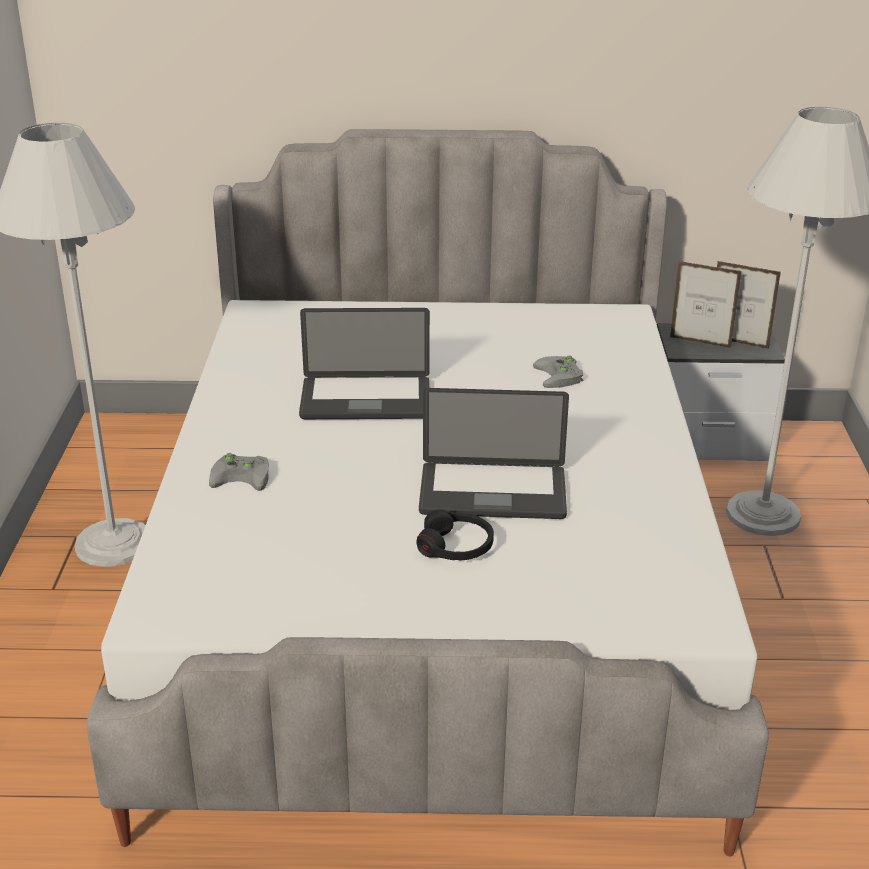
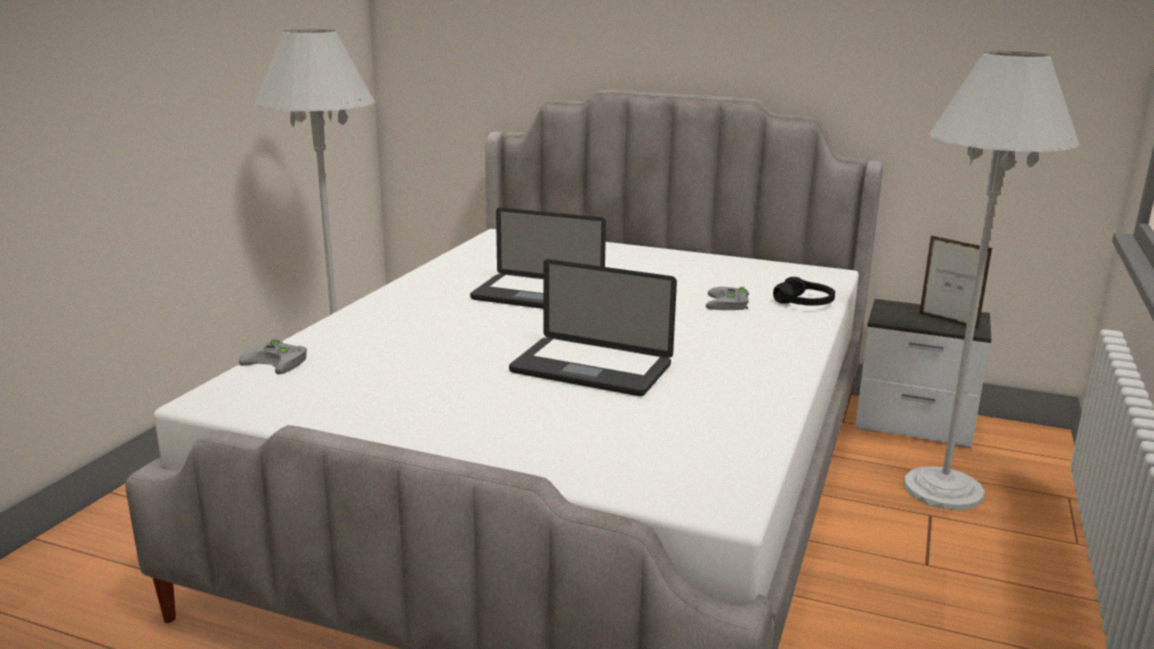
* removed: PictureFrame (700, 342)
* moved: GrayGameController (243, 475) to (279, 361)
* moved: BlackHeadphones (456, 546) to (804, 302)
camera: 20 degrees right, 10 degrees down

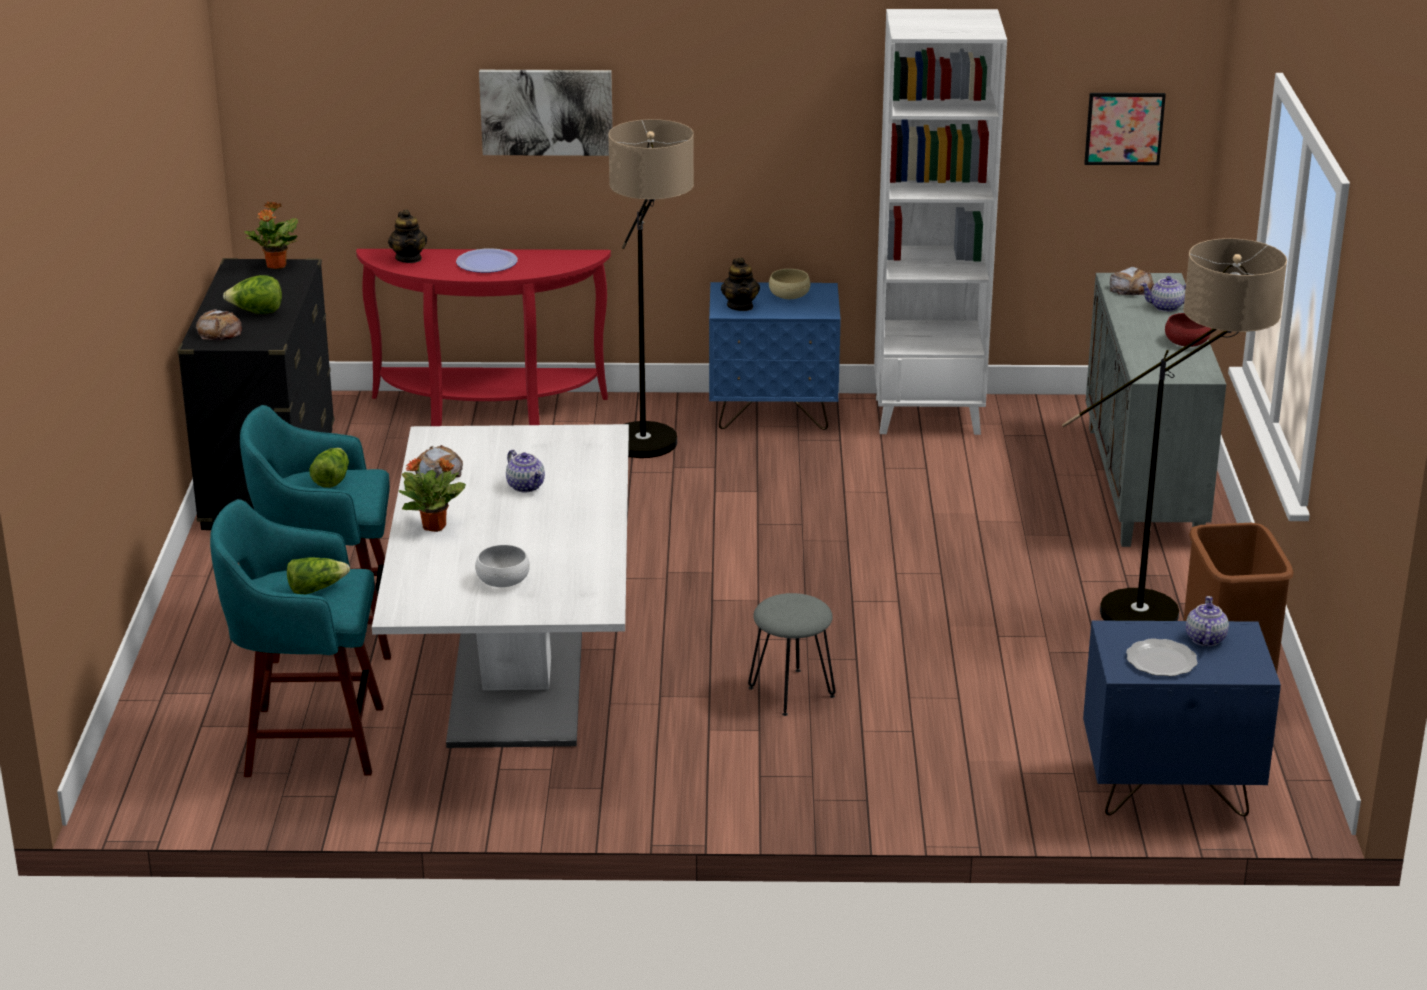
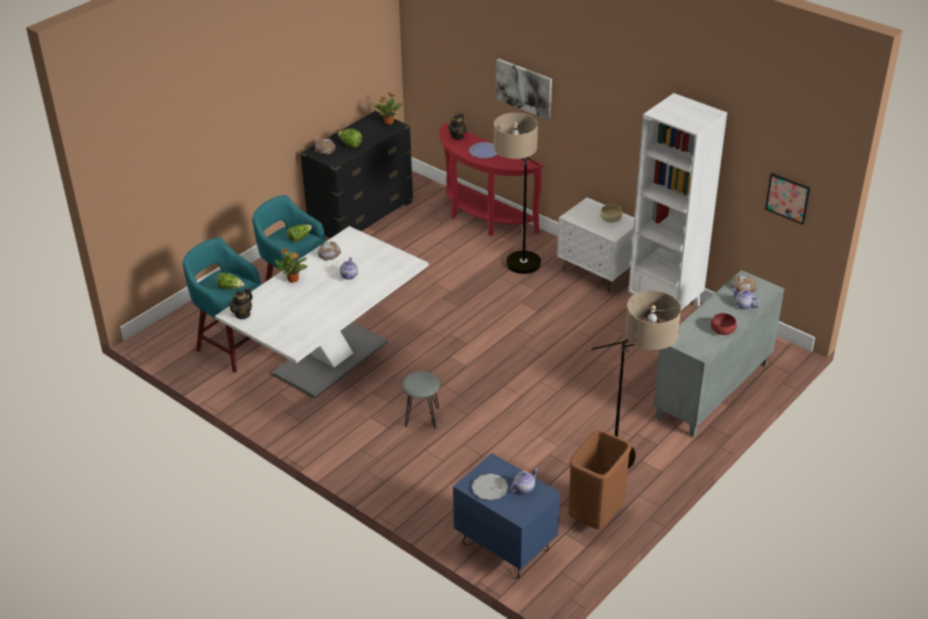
* moved: PotForTea (740, 306) to (242, 314)
* recoloured: BlueNightstand (773, 414) to WhitishNightstand (597, 273)
* removed: WhitishDeepDish (503, 580)
camera: 40 degrees right, 10 degrees up

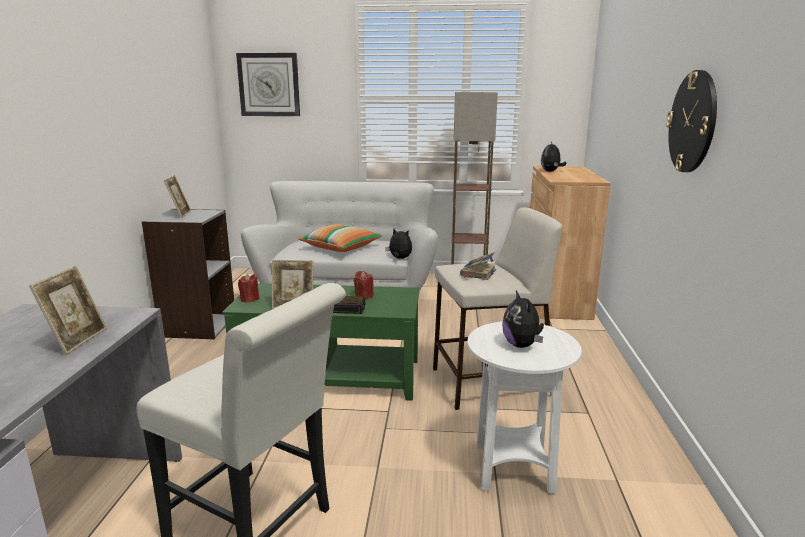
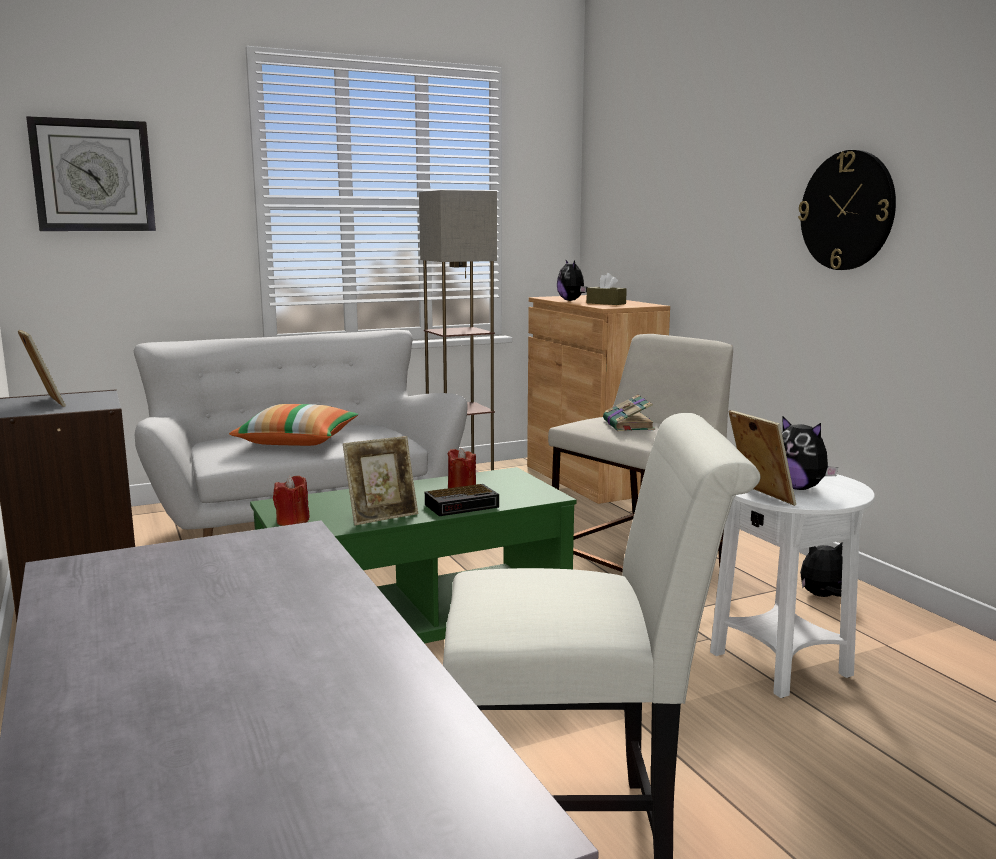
* moved: SoftToy (399, 258) to (822, 596)
* moved: PictureFrame (77, 340) to (758, 496)
* added: BrownBoxOfTissues (606, 303)
camera: 30 degrees left, 5 degrees down

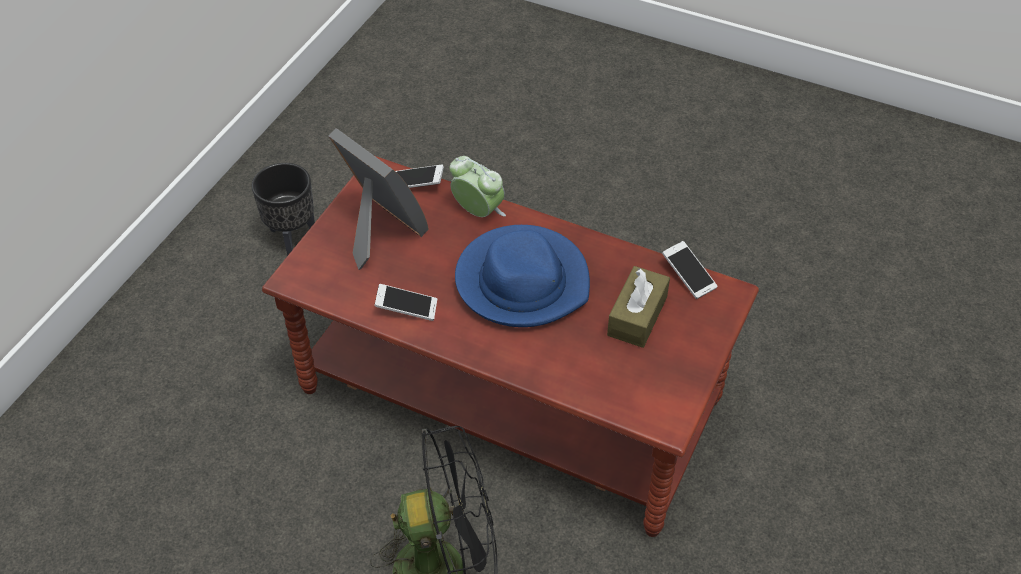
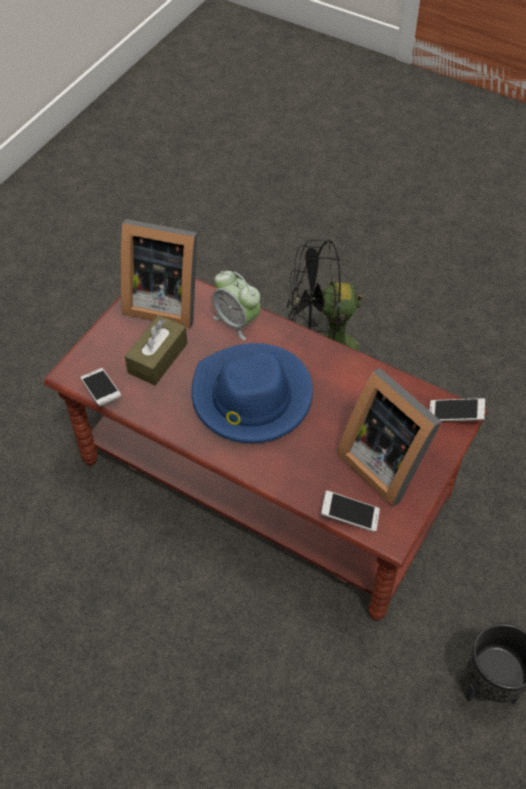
* moved: AlarmClock (478, 212) to (237, 321)
* moved: Phone (406, 308) to (455, 415)
* added: PictureFrame (163, 301)
camera: 175 degrees left, 5 degrees up

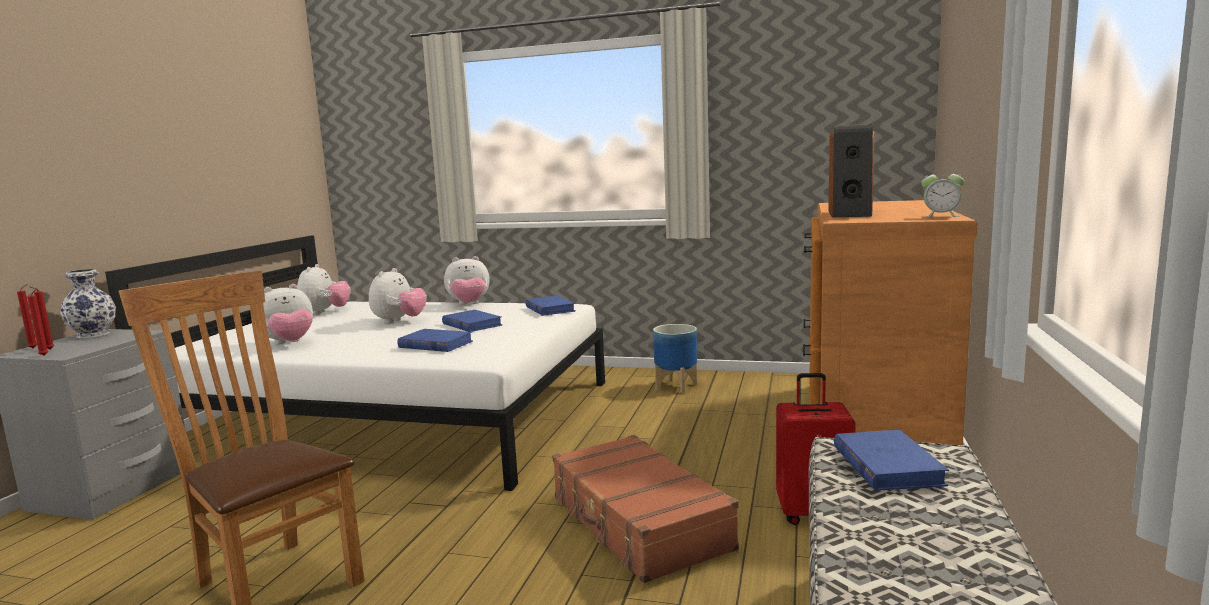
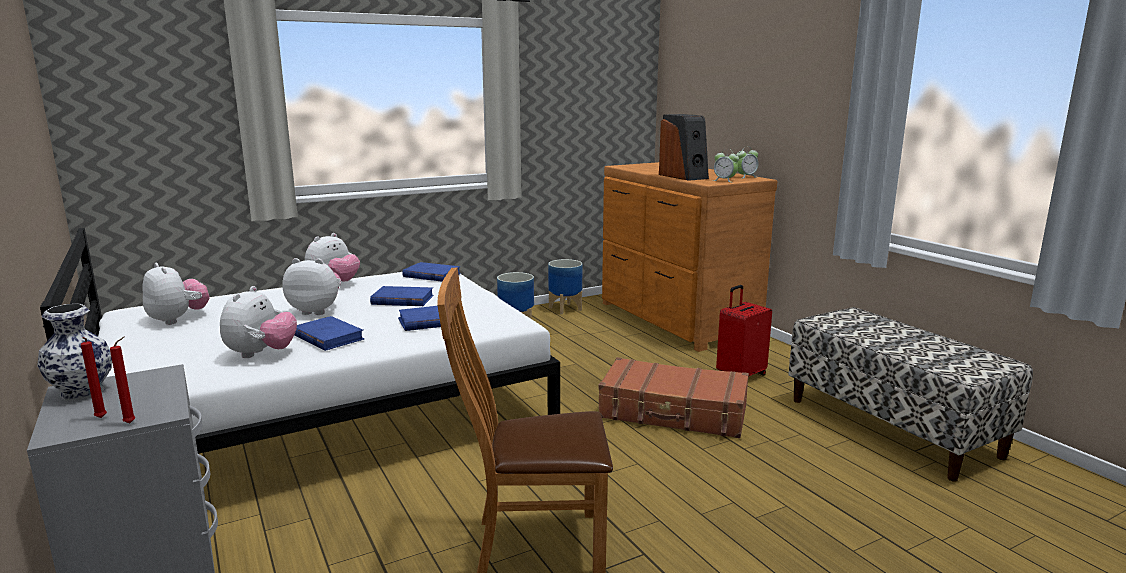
* turned: SoftToy (399, 321) = (316, 311) 60 degrees counterclockwise
* removed: RedWaxCandle (34, 348)
* moved: BlueVolume (887, 465) to (328, 337)
* added: AlarmClock (724, 180)
* added: PlantPot (564, 309)
camera: 45 degrees left, 5 degrees up

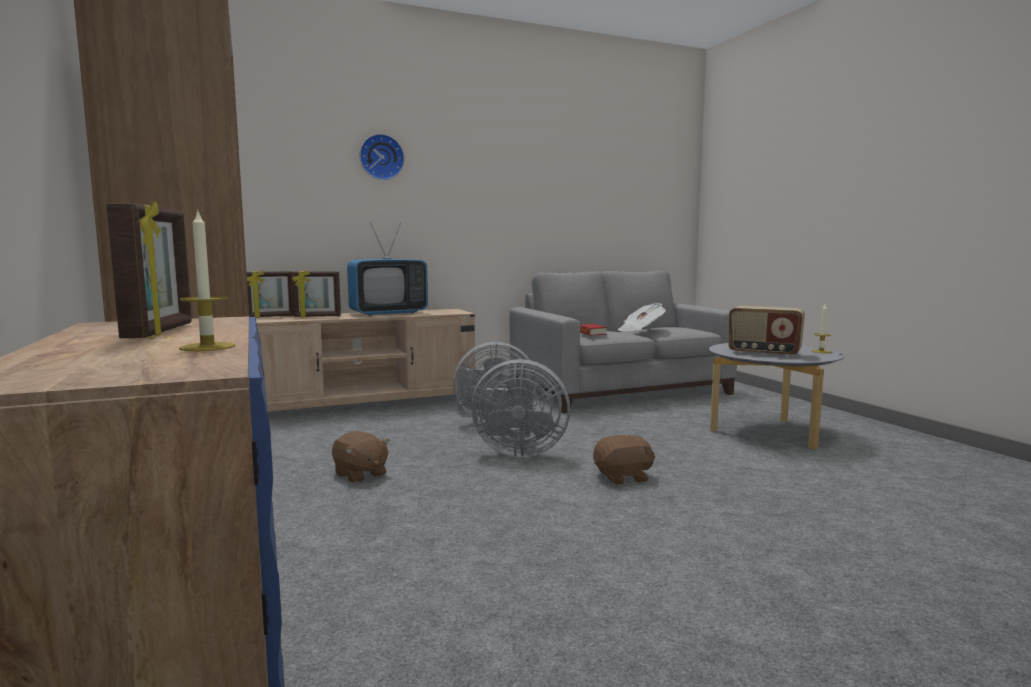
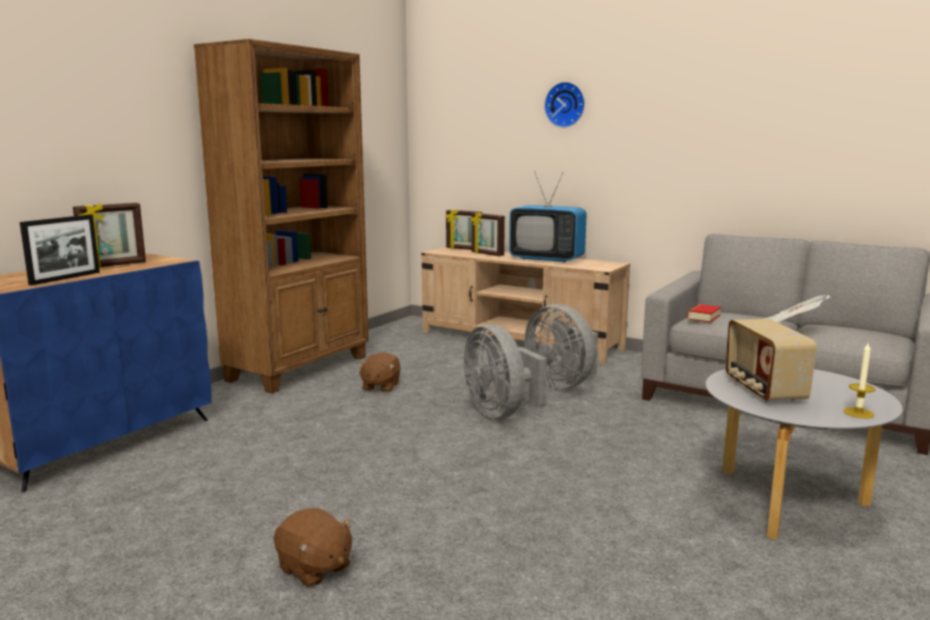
* replaced: WaxCandle (207, 347) to PictureFrame (65, 278)
* moved: BrownSoftToy (623, 477) to (314, 569)
camera: 55 degrees right, 5 degrees up

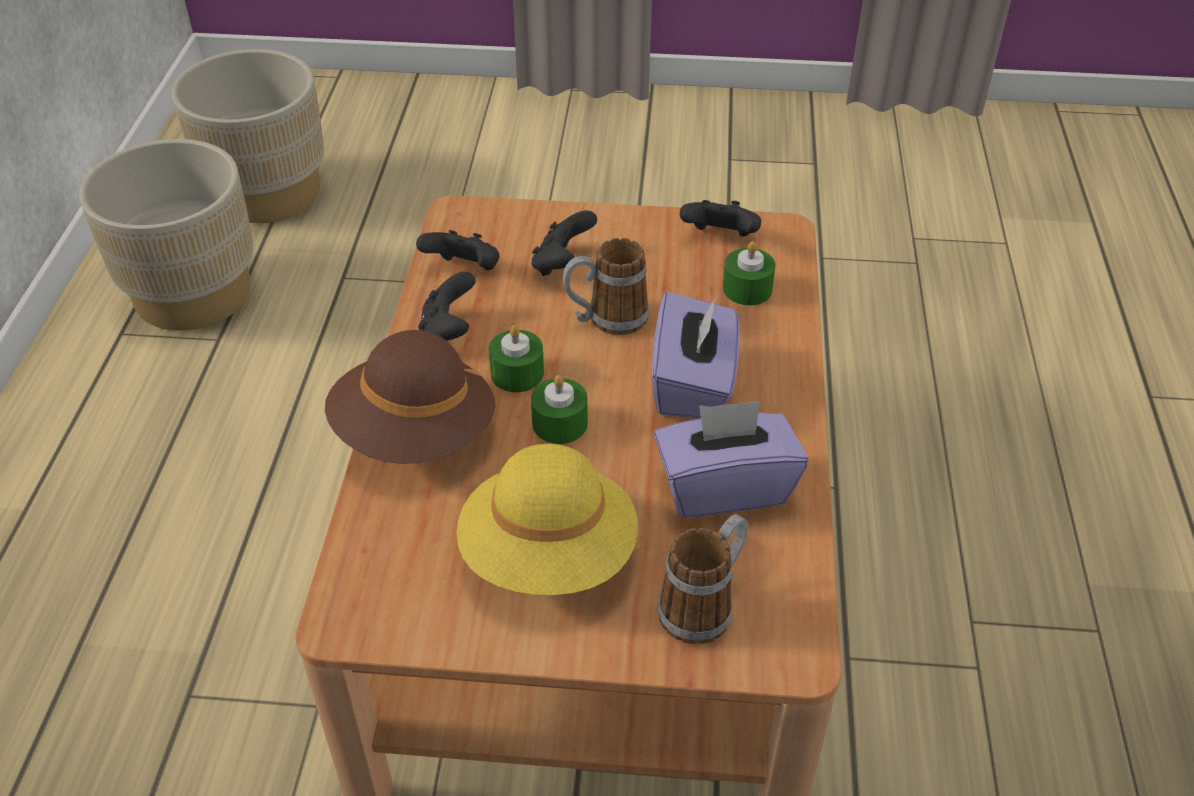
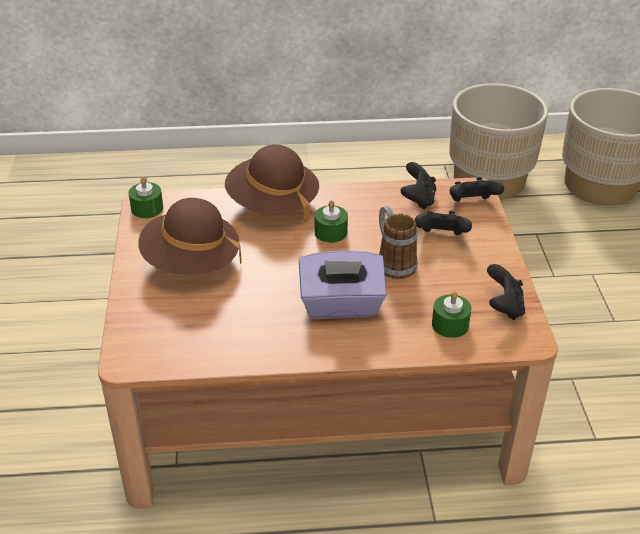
* moved: BlackGameController (448, 332) to (472, 204)
* moved: GreenishWaxCandle (560, 423) to (147, 208)
* removed: PurplishBoxOfTissues (724, 487)
* recoloured: YellowColouredWearableHat (549, 555) to BrownWearableHat (191, 262)
* removed: CoffeeMug (704, 605)
camera: 80 degrees right, 5 degrees down

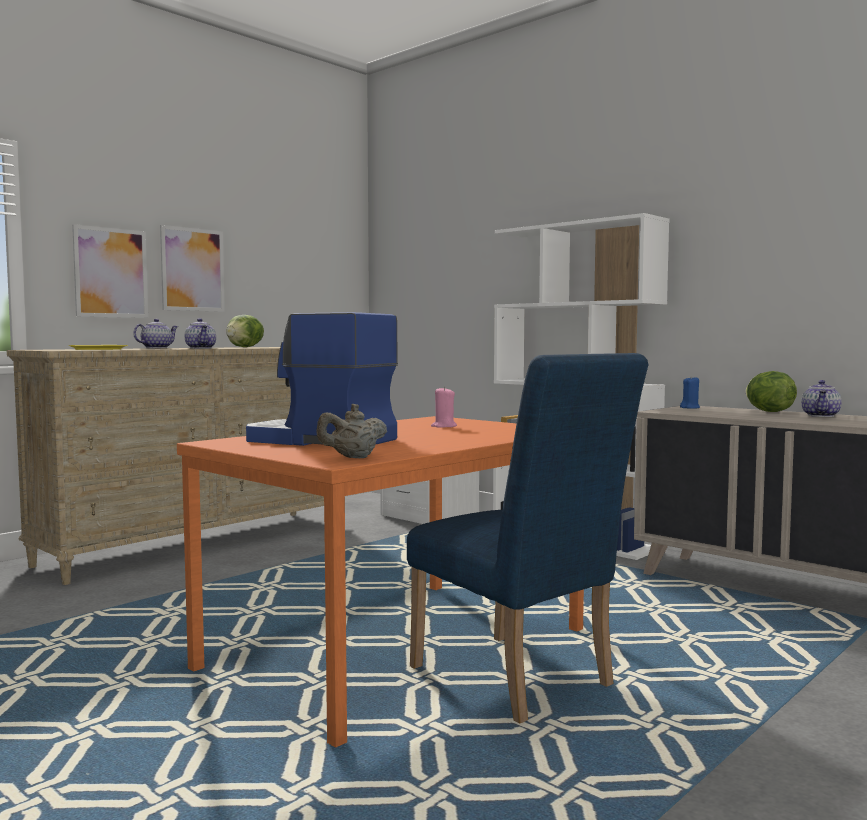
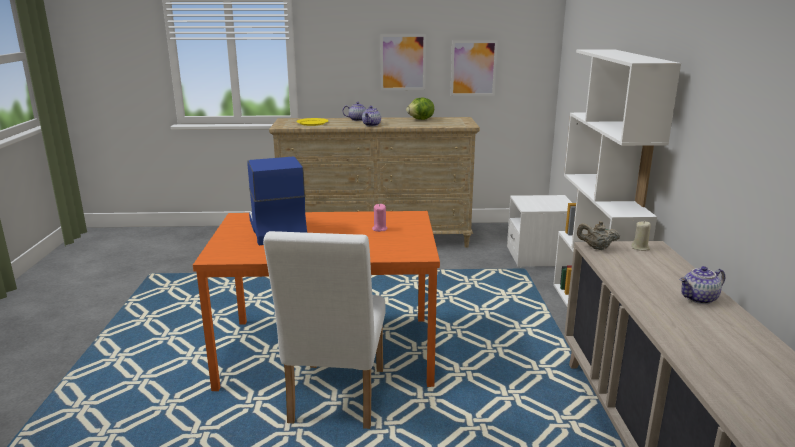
* moved: WallArt (111, 272) to (473, 68)
* recoloured: BlueUprightChair (519, 682) to WhitishUprightChair (335, 401)
* removed: LettuceHead (768, 412)
* recoloured: BlueWaxCandle (690, 408) to BeigeColouredWaxCandle (640, 248)
* moved: BeigeColouredPotForTea (353, 458) to (596, 248)
camera: 45 degrees right, 15 degrees up

